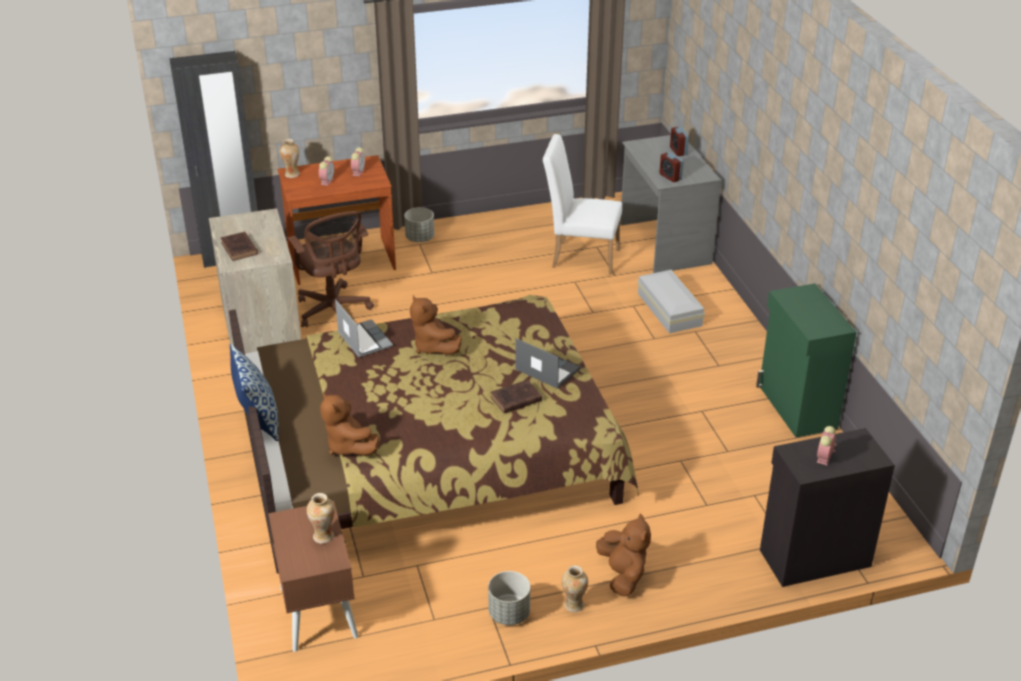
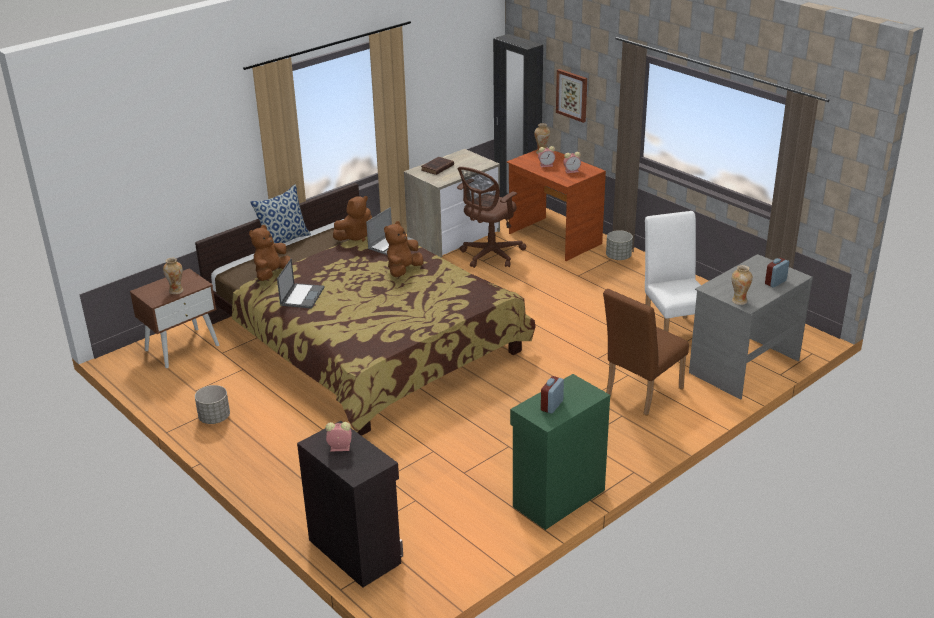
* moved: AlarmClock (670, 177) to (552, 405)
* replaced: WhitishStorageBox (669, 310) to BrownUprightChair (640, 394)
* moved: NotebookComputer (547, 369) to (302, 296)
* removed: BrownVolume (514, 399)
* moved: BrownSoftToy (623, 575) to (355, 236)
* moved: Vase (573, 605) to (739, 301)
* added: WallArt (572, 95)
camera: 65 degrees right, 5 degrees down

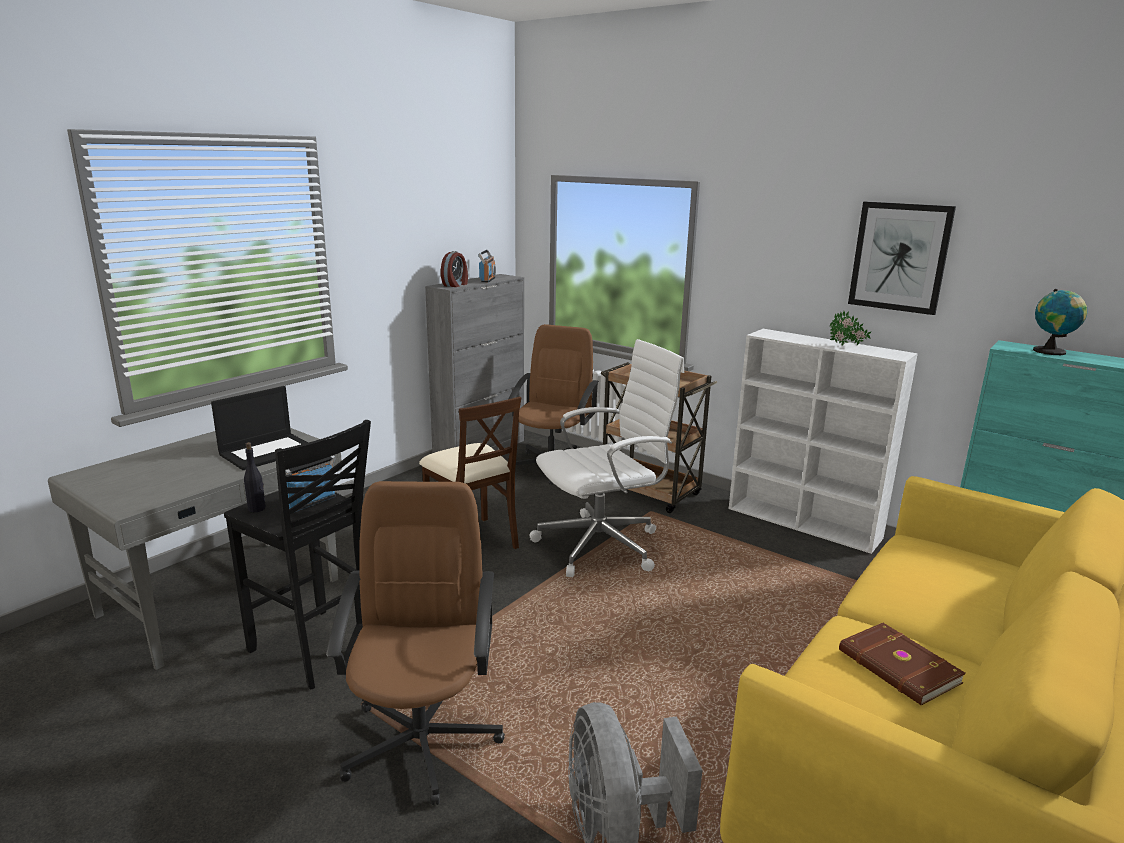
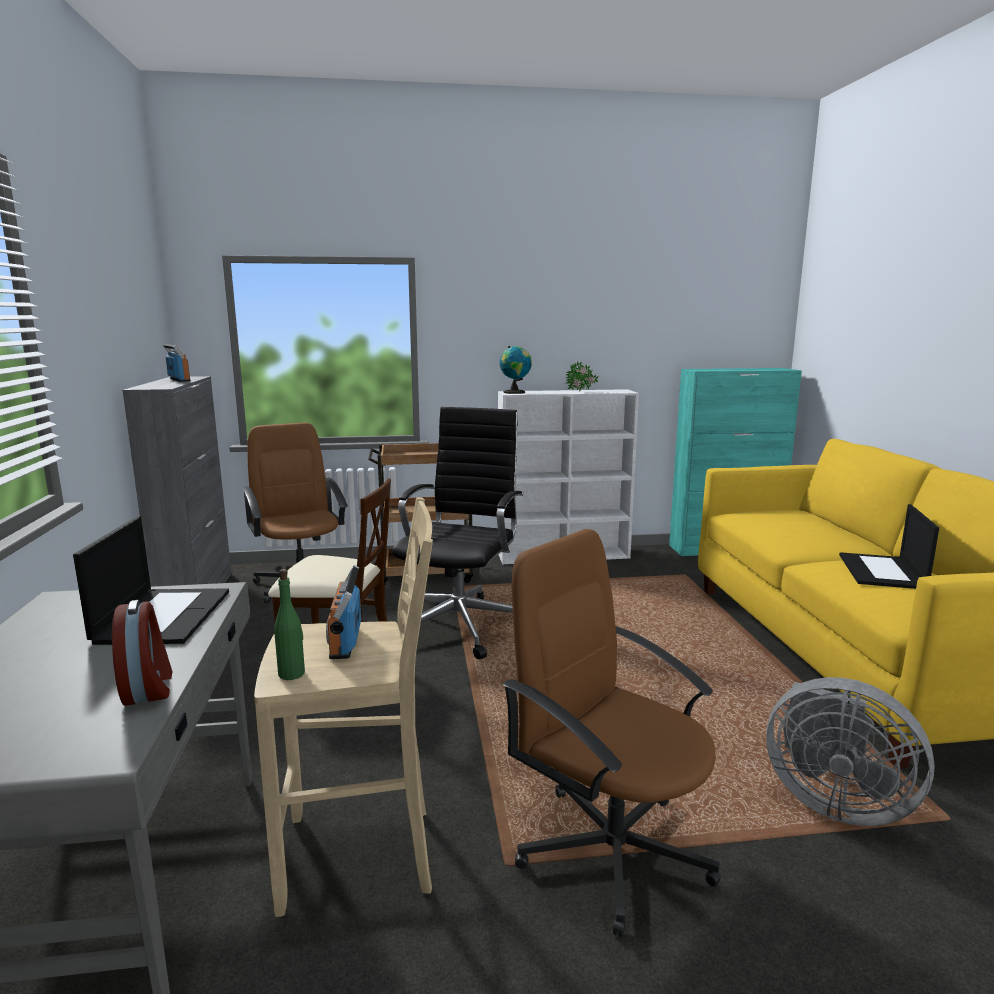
* removed: WallArt (899, 257)
* moved: AlarmClock (455, 285) to (148, 687)
* moved: DeskGlobe (1051, 352) to (515, 392)
* recoloured: WhitishComputerChair (602, 545) to BlackComputerChair (461, 625)
* recoloured: BlackSittingStool (315, 650) to BeigeColouredSittingStool (362, 857)
* recoloured: BlackDrinkBottle (257, 509) to GreenishDrinkBottle (292, 673)
* replaced: BrownVolume (898, 668) to NotebookComputer (882, 572)
camera: 45 degrees left, 5 degrees down

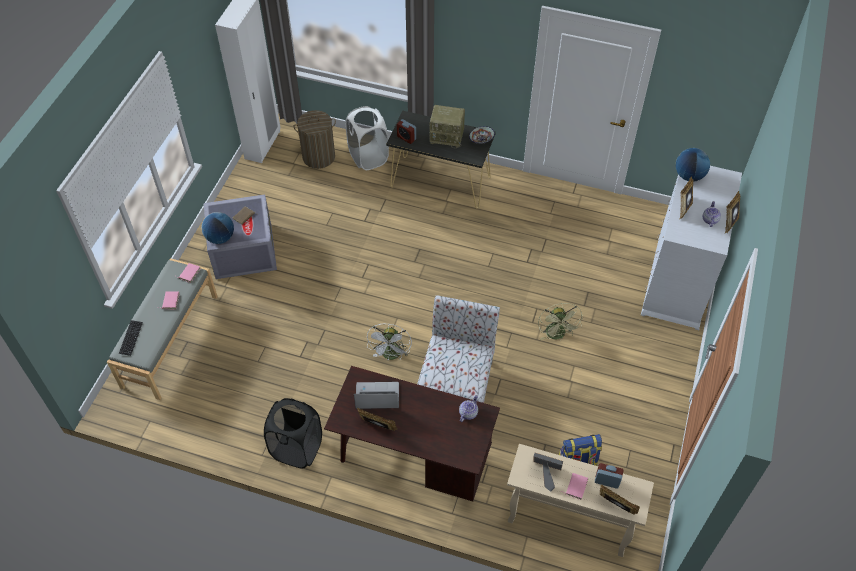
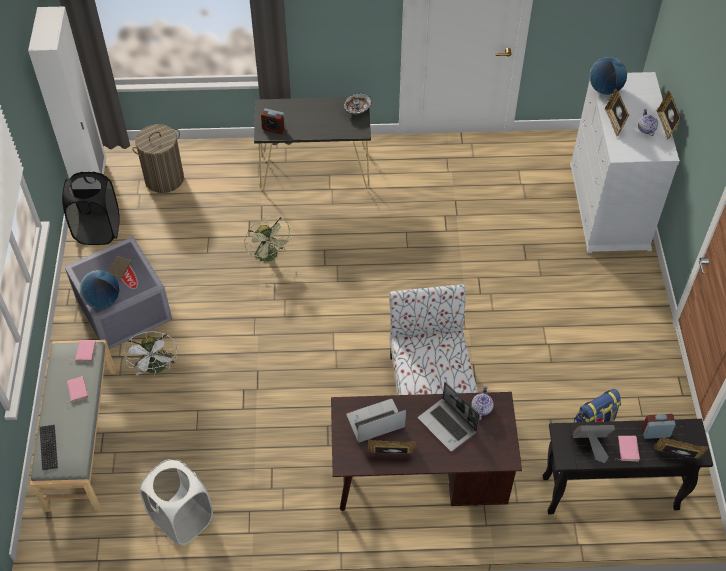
* removed: Radio (447, 136)
* moved: WhitishLaundryBasket (368, 157) to (181, 519)
* moved: GreenishElectricFan (557, 335) to (270, 256)
* moved: WhitishElectricFan (391, 356) to (157, 368)
* moved: BlackLaundryBasket (297, 449) to (98, 230)
* recoloured: BeigeColouredHallTable (567, 522) to BlackHallTable (608, 493)
* added: NotebookComputer (448, 425)
camera: 20 degrees left, 0 degrees up

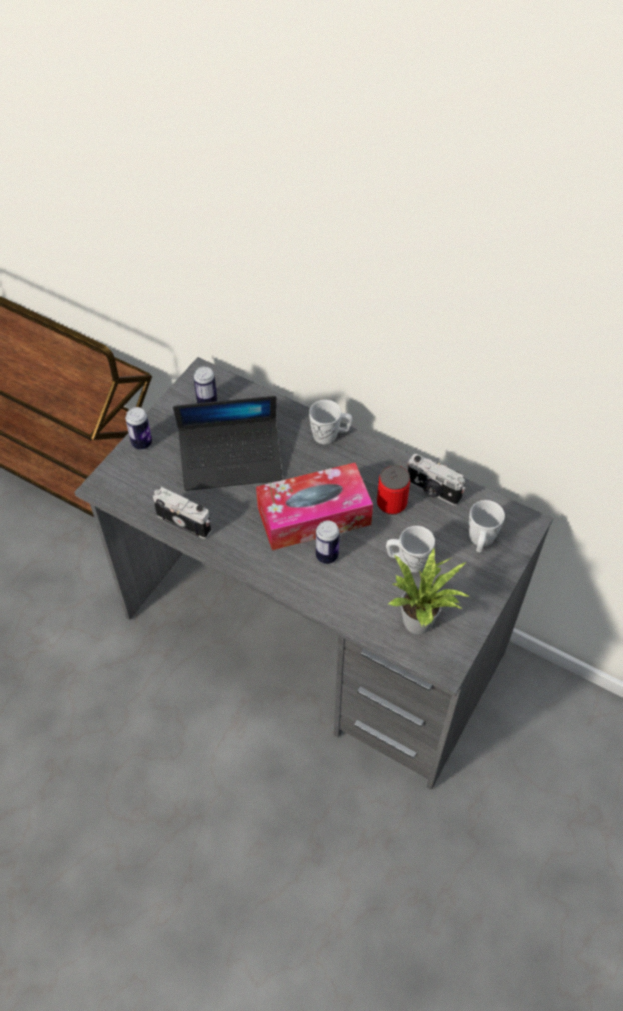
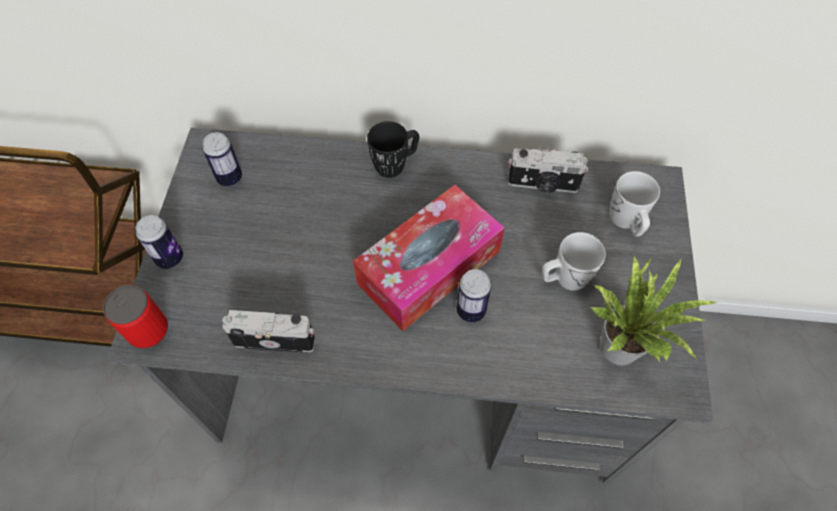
* removed: NotebookComputer (231, 461)
* recoloured: WhitishCoffeeMug (330, 435) to BlackCoffeeMug (395, 164)
* moved: SealedCan (391, 503) to (148, 331)
camera: 25 degrees left, 5 degrees up

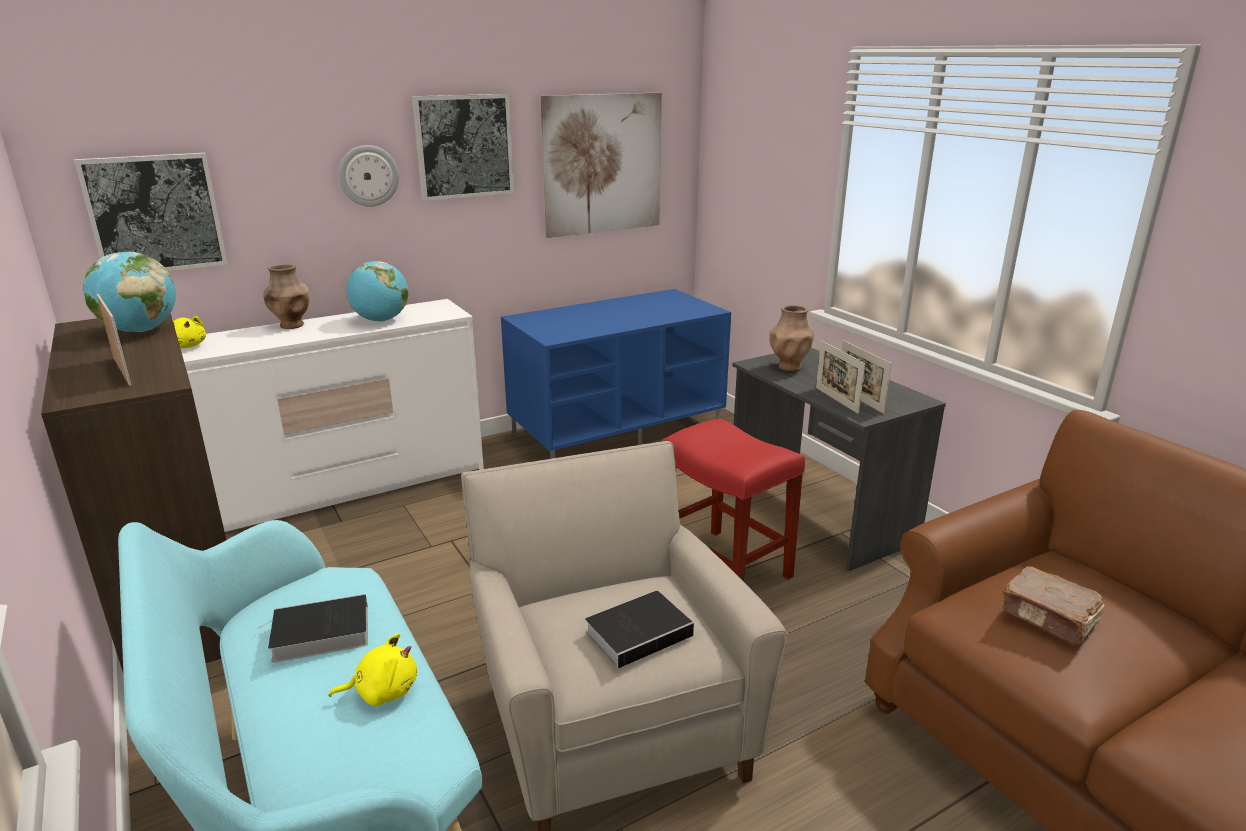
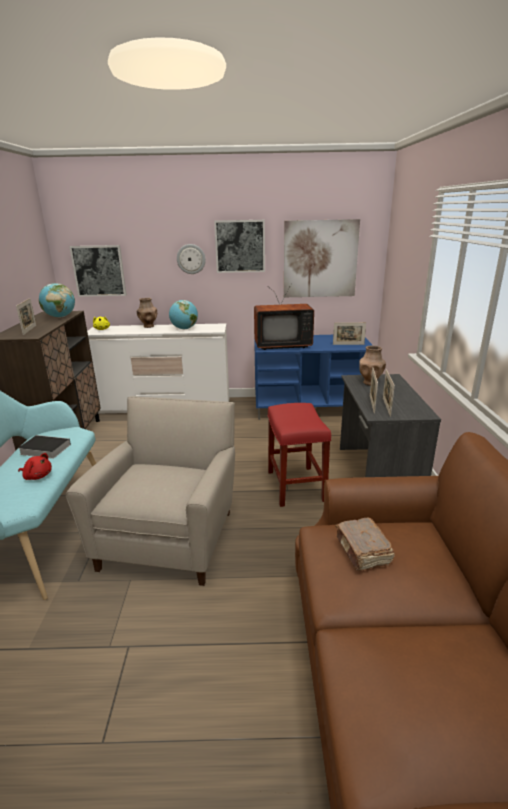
* removed: Volume (641, 632)
* recoloured: YellowColouredSoftToy (382, 691) to RedSoftToy (37, 476)
* added: TvSet (281, 345)
* added: PictureFrame (348, 344)
camera: 30 degrees right, 0 degrees up

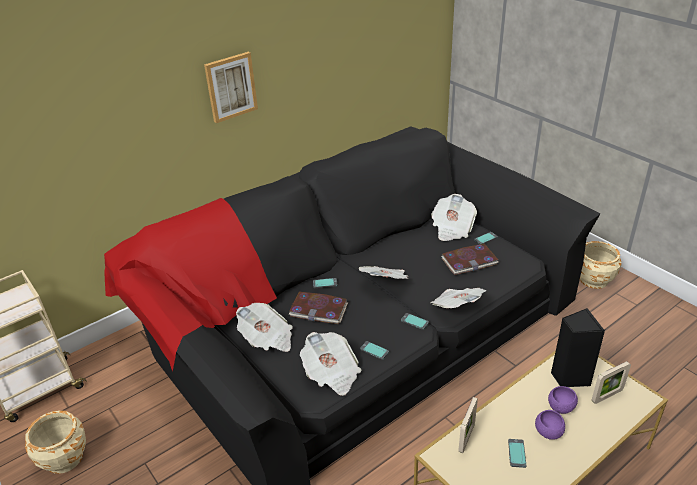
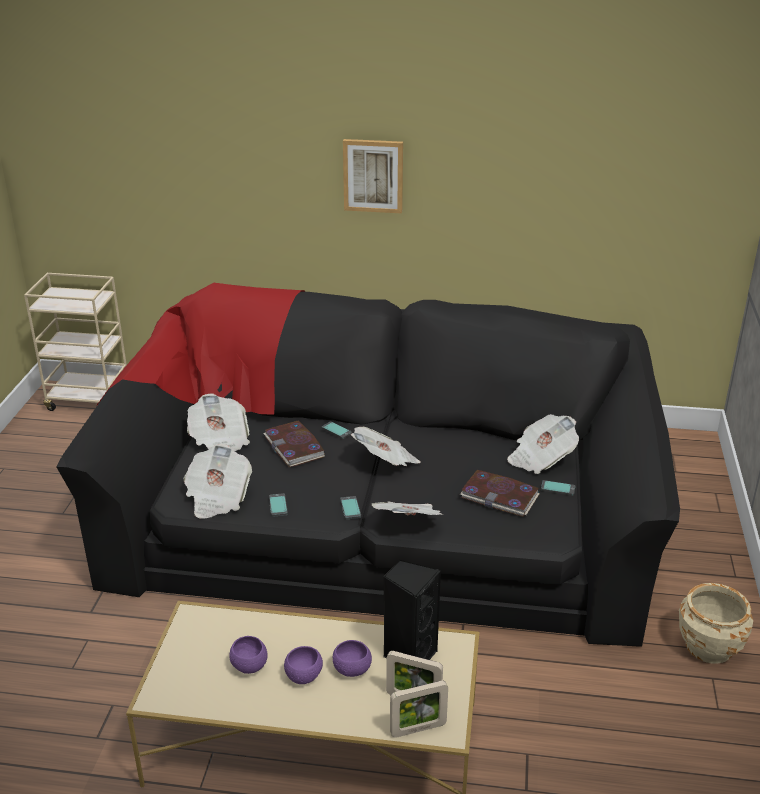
* moved: PictureFrame (466, 438) to (418, 729)
* removed: BeigeColouredPlantPot (65, 458)
* replaced: Phone (516, 453) to PurplishDeepDish (249, 666)
camera: 45 degrees right, 5 degrees down

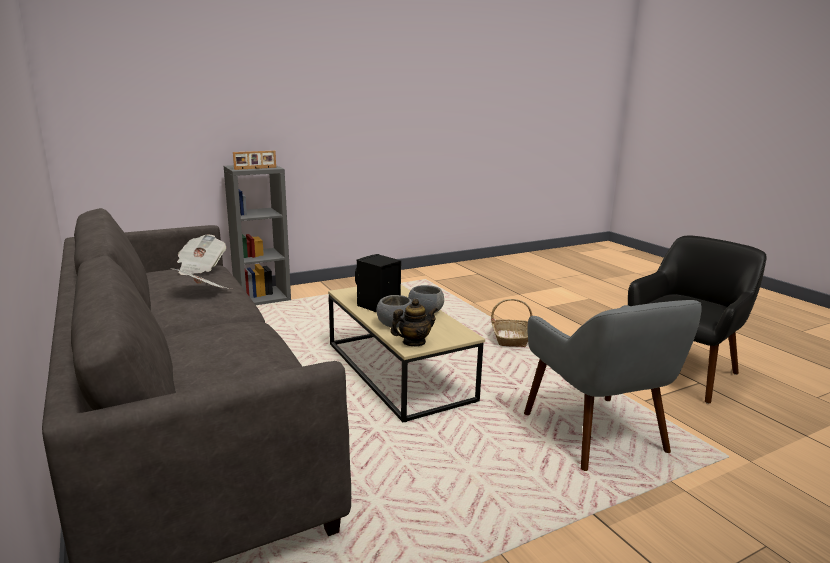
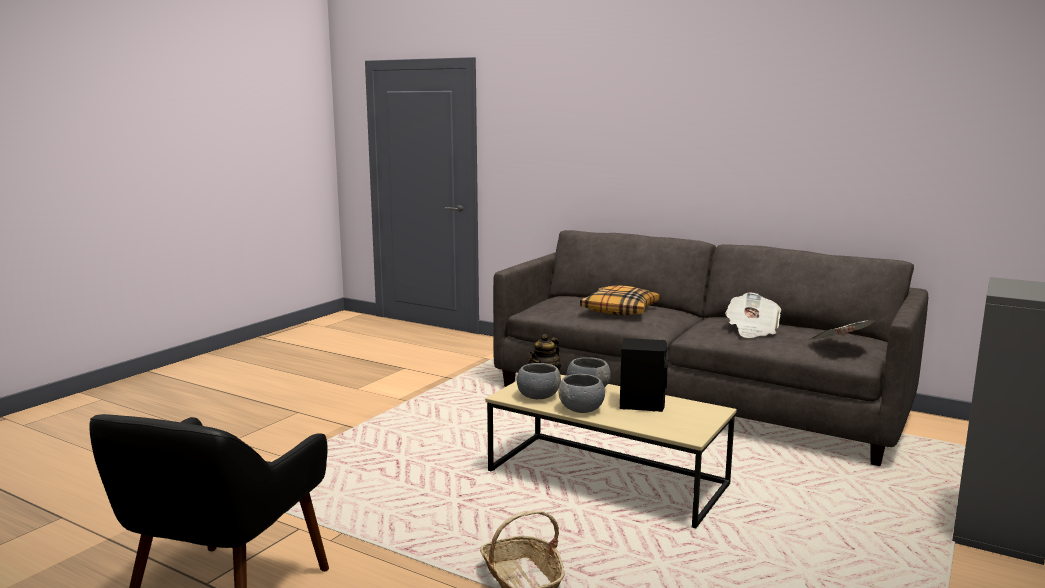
* removed: PictureFrame (255, 168)
* removed: GrayArmchair (596, 433)
* added: ThrowPillow (620, 310)
* added: GrayDeepDish (538, 396)
camera: 150 degrees right, 5 degrees down

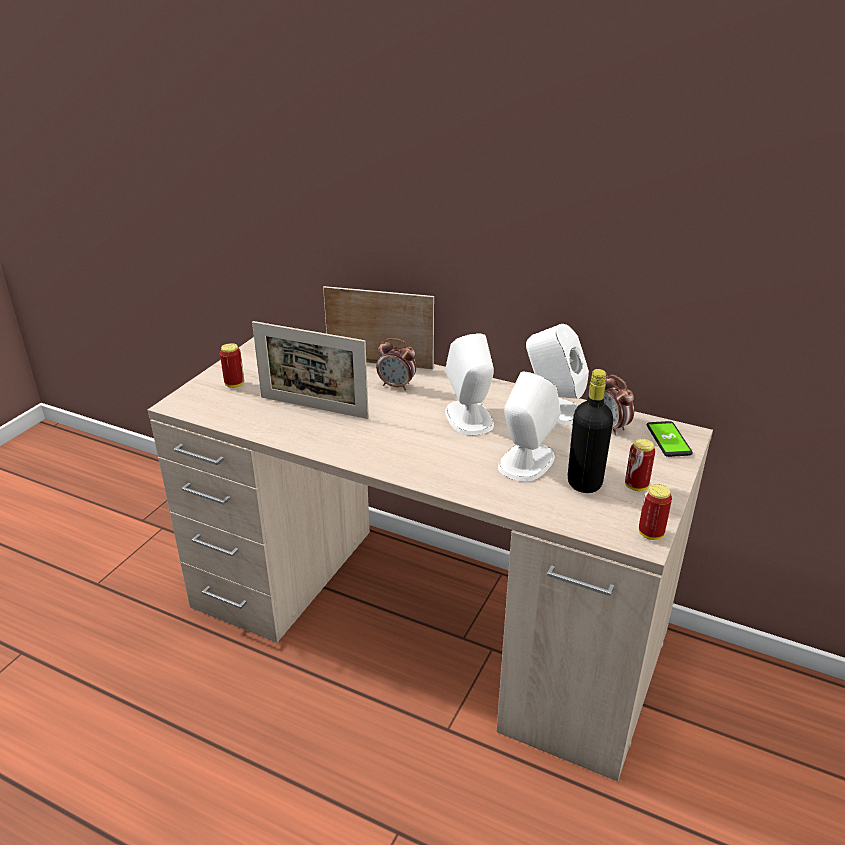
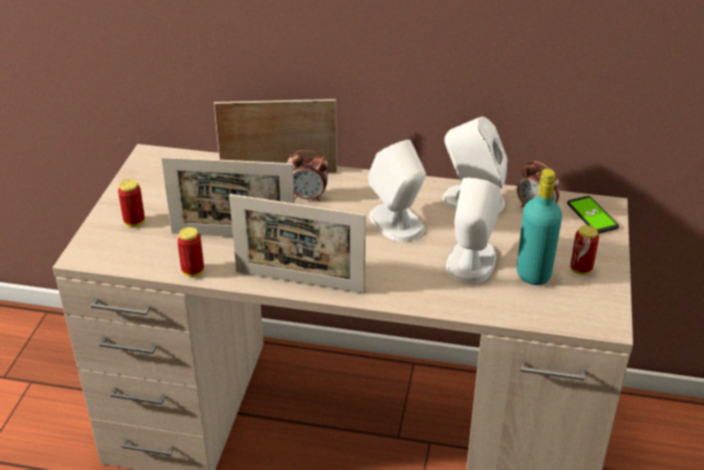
* recoloured: BlackDrinkBottle (584, 483) to BlueGreenDrinkBottle (533, 274)
* moved: SealedCan (650, 534) to (193, 271)
* added: PictureFrame (299, 282)
camera: 15 degrees left, 5 degrees up

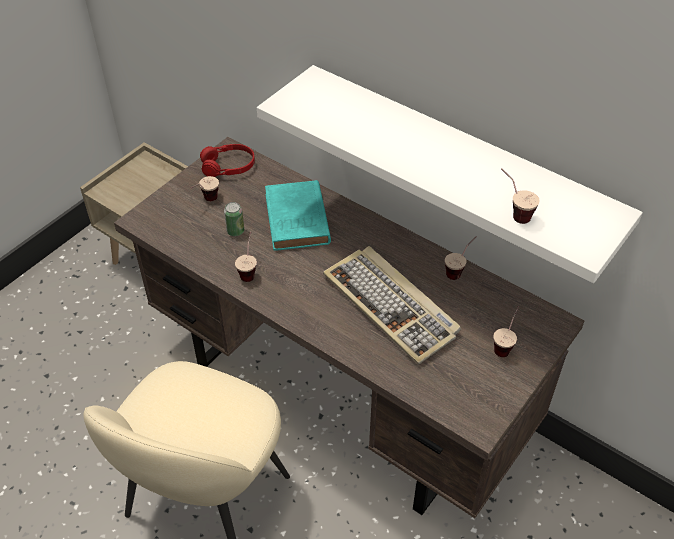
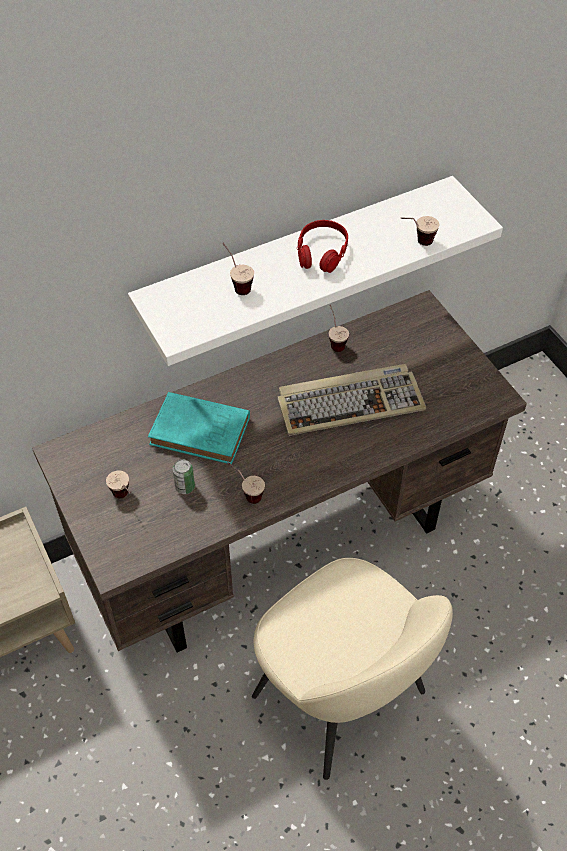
* moved: RedHeadphones (228, 167) to (322, 253)
* moved: DrinkingCup (505, 344) to (237, 284)
camera: 65 degrees left, 5 degrees up

